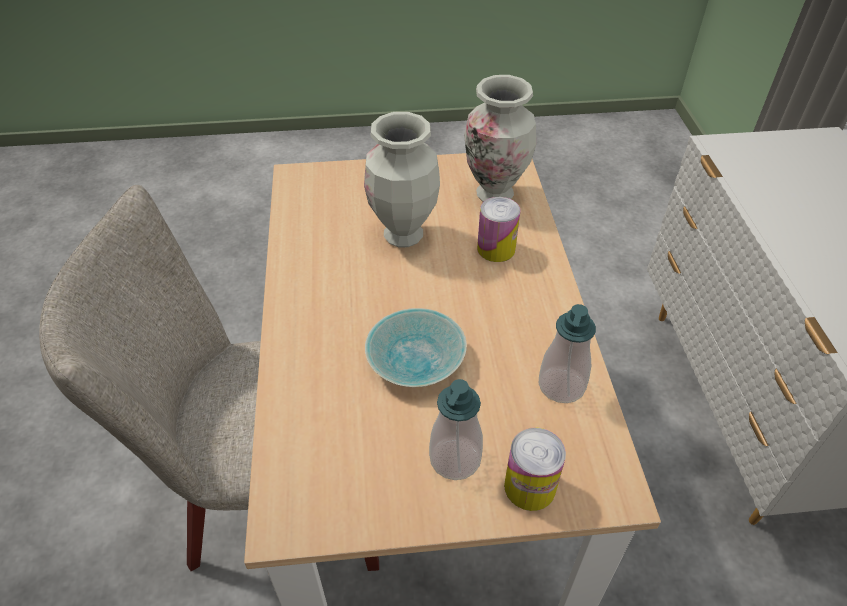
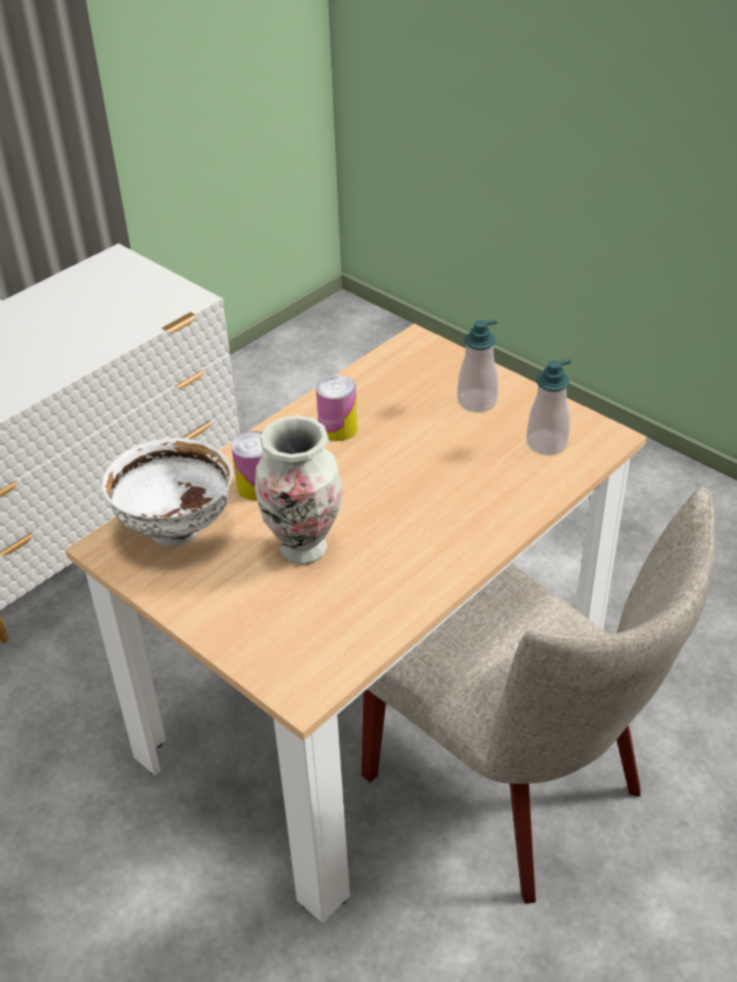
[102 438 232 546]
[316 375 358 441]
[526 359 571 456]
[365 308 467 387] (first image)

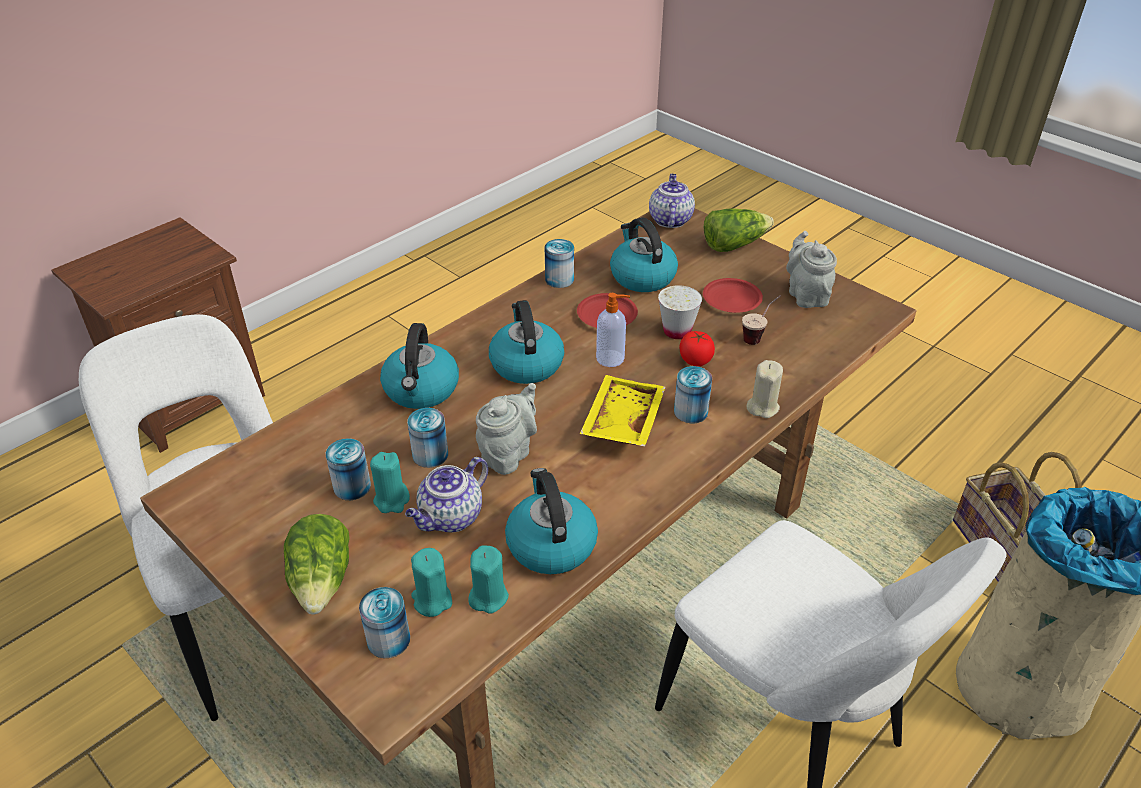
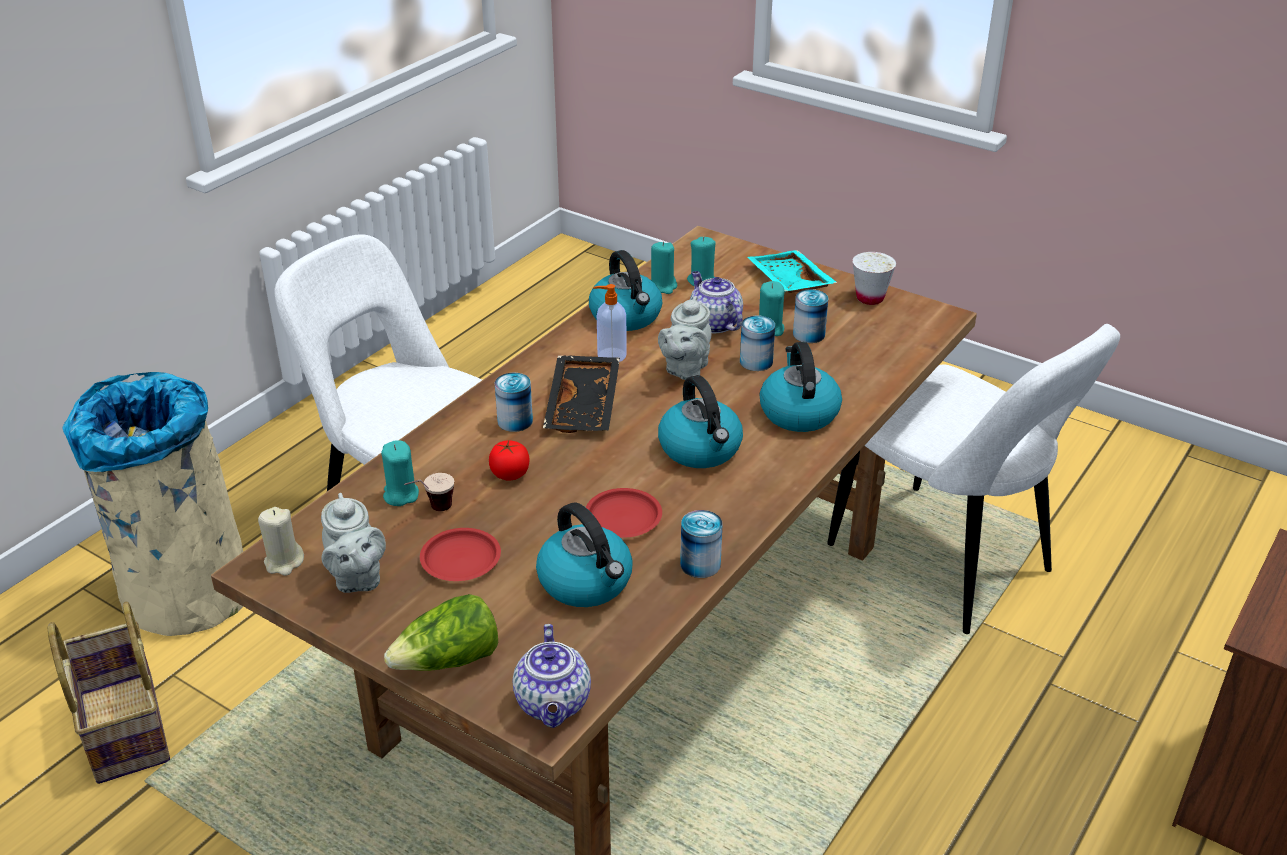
[258 507 304 576]
[381 440 419 506]
[543 355 620 433]
[593 284 627 362]
[690 271 743 333]
[748 250 837 293]
[852 252 896 305]
[359 587 410 658] (first image)

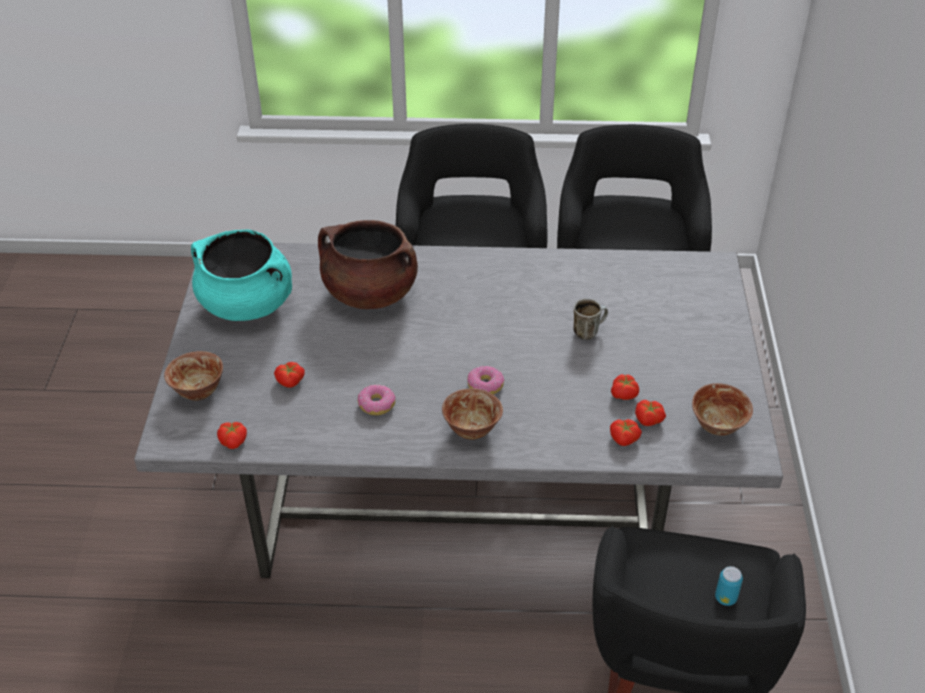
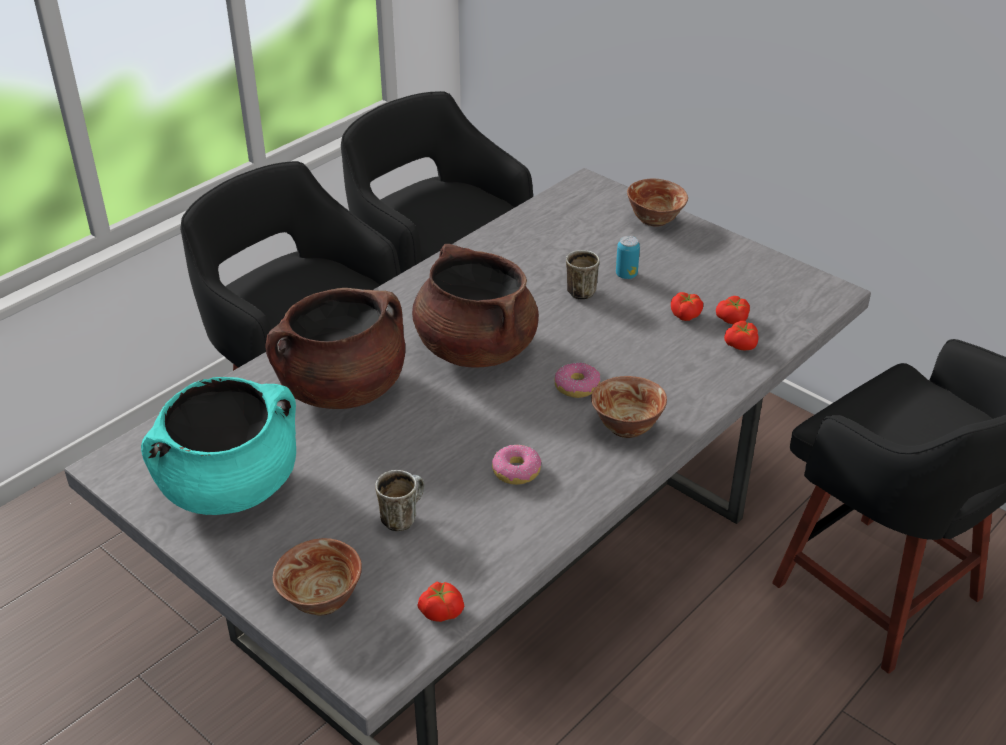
[375 470 425 531]
[412 244 539 367]
[616 236 640 279]
[627 178 688 227]

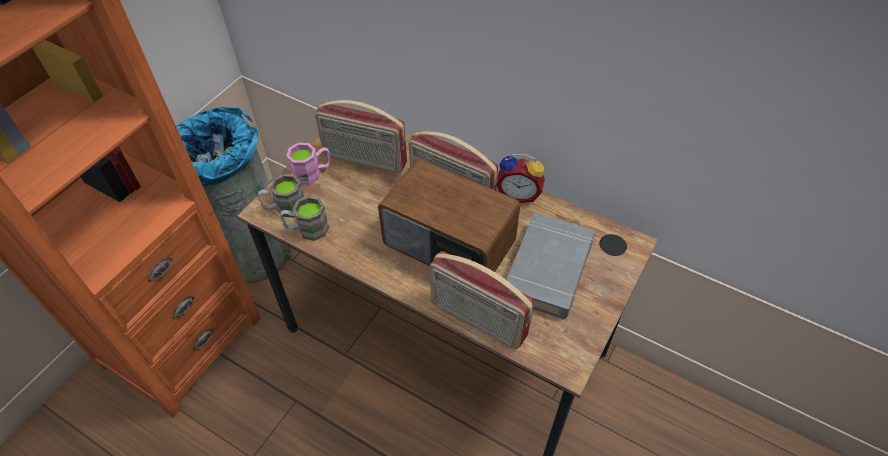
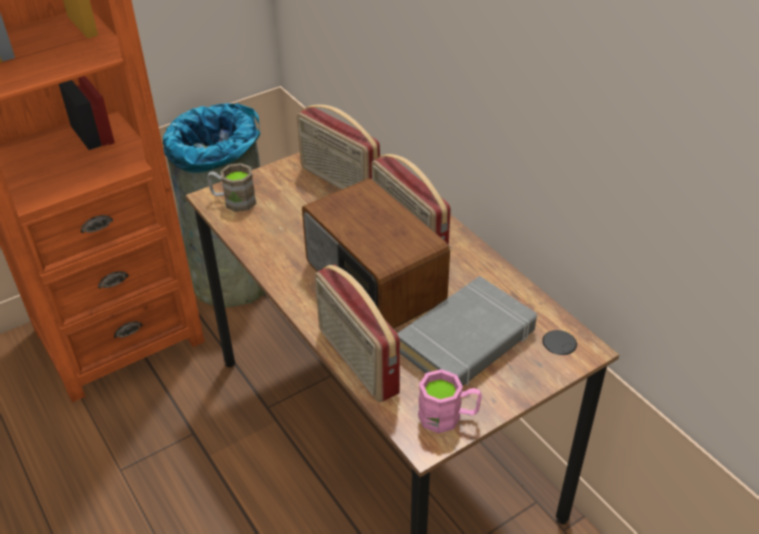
[418 369 482 433]
[280 195 329 241] (first image)
[497 154 545 203] (first image)

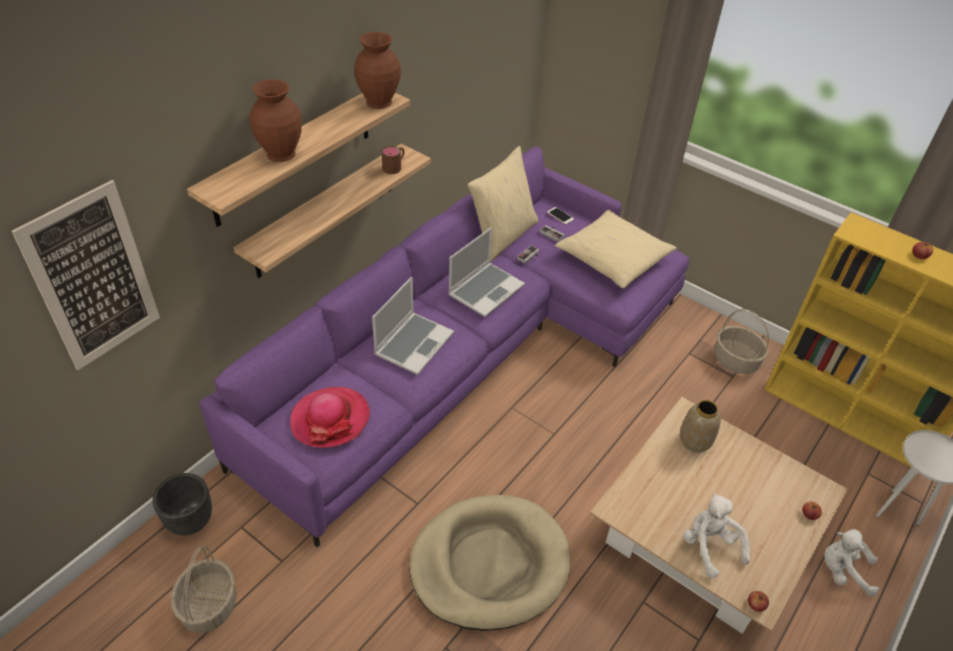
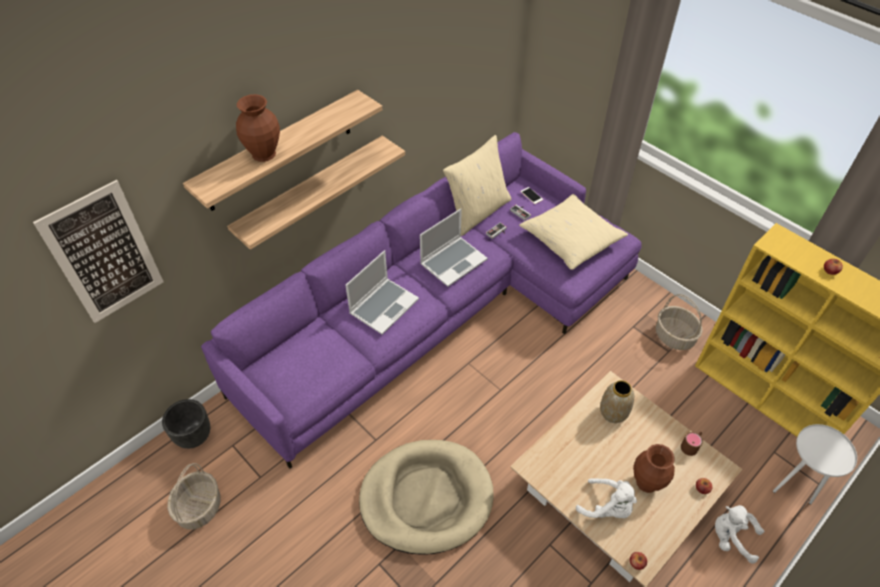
[576 478 637 518]
[633 444 675 493]
[681 432 703 456]
[290 387 370 448] (first image)

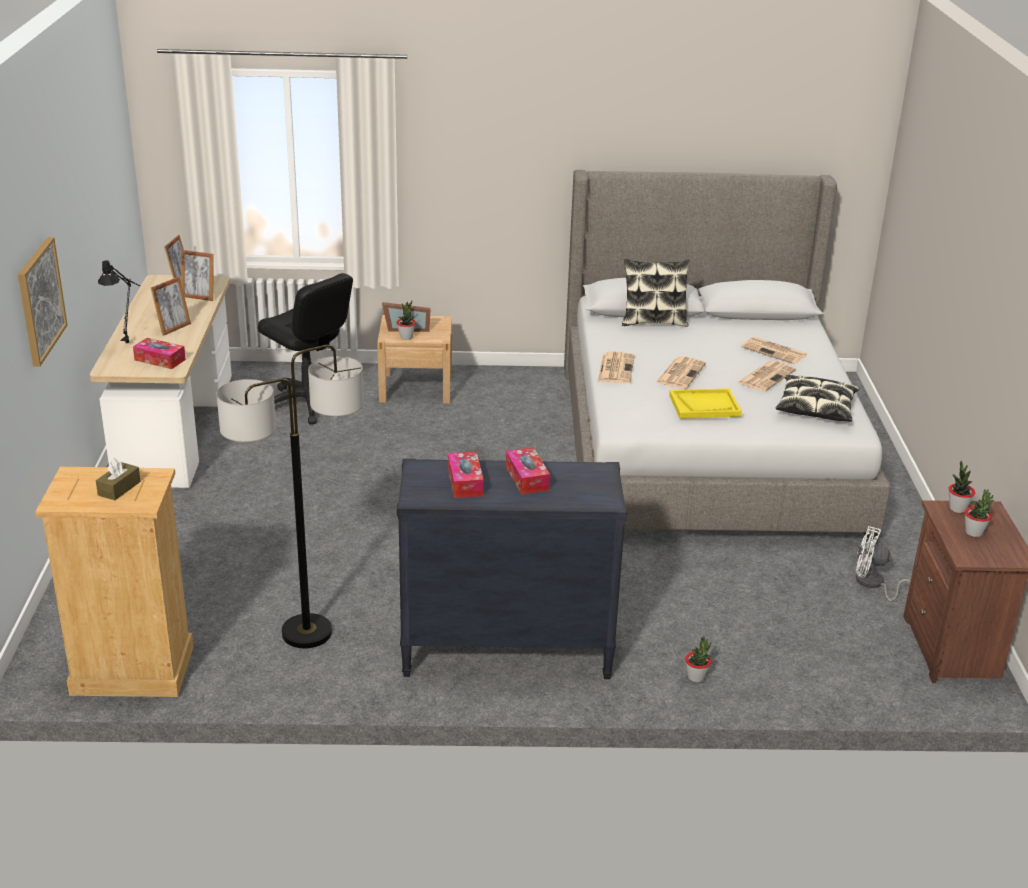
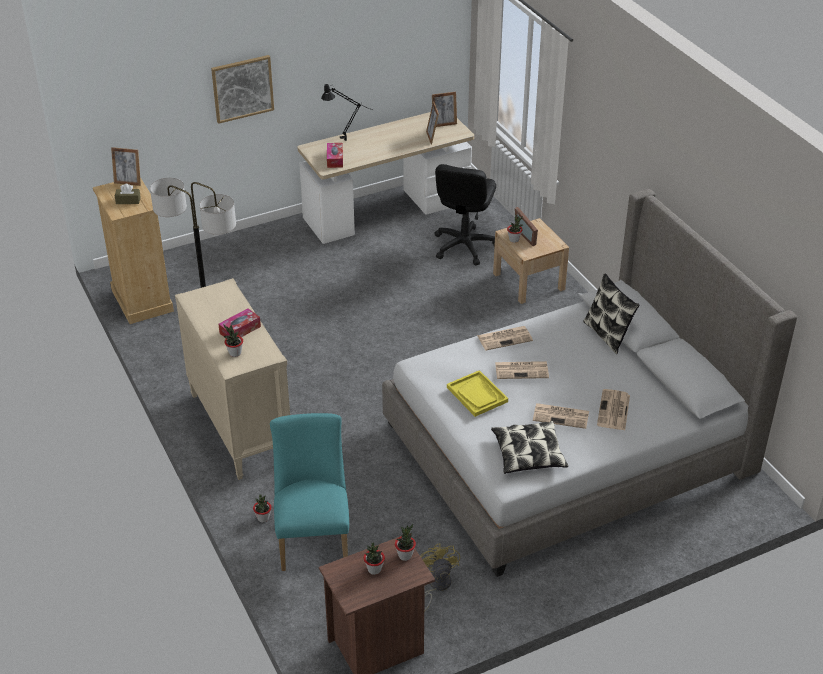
[111 147 141 186]
[175 278 290 480]
[224 325 243 357]
[270 413 349 571]
[420 543 460 612]
[448 451 484 498] (first image)

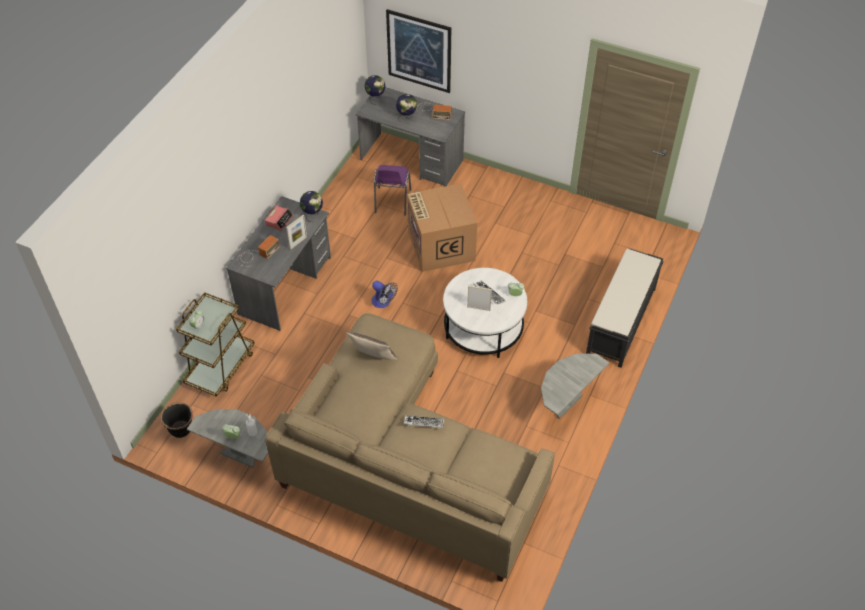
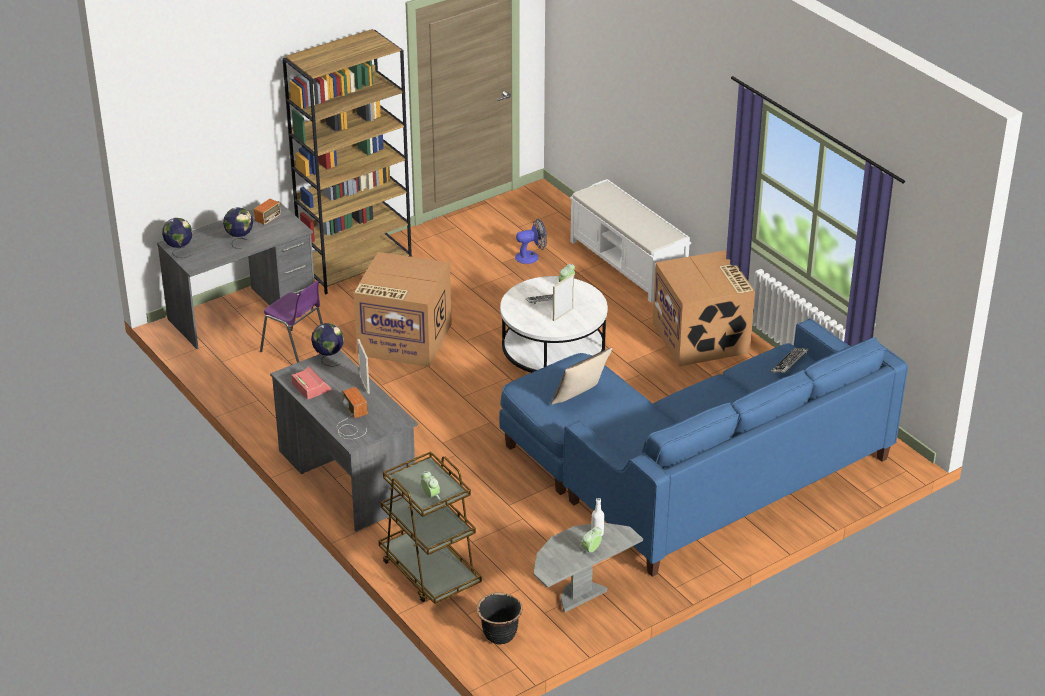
[282 29 412 295]
[499 318 908 577]
[515 218 547 264]
[570 179 691 303]
[653 250 755 366]
[771 348 808 373]
[386 9 452 93] (first image)

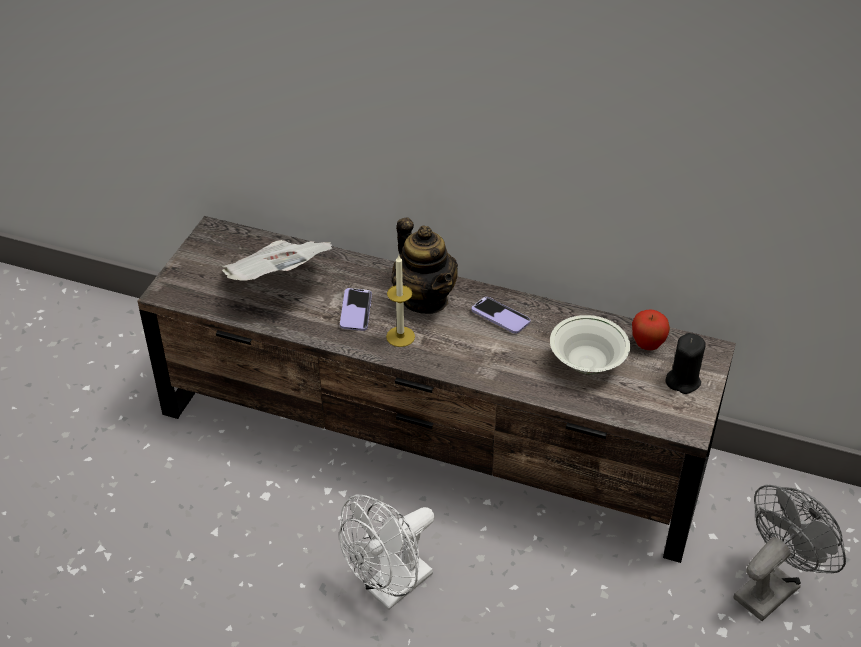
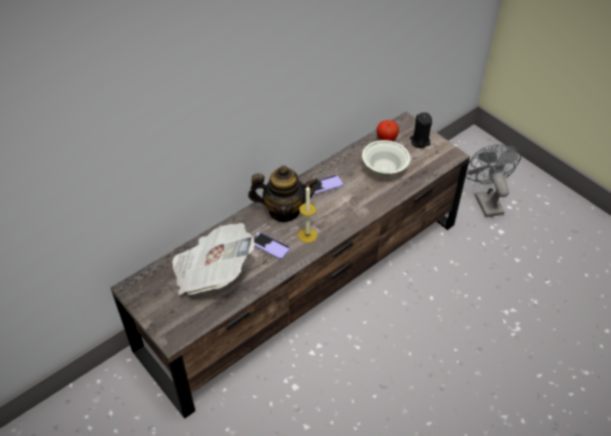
[339 495 435 610] (first image)

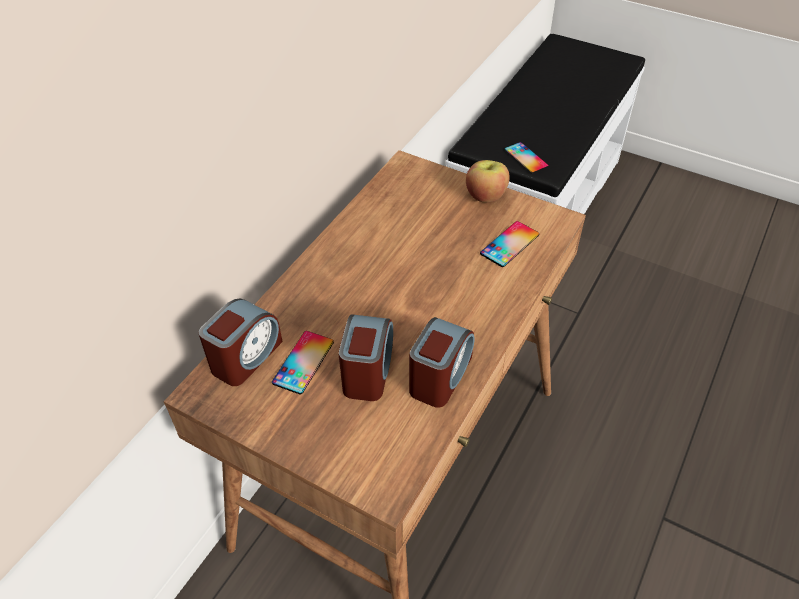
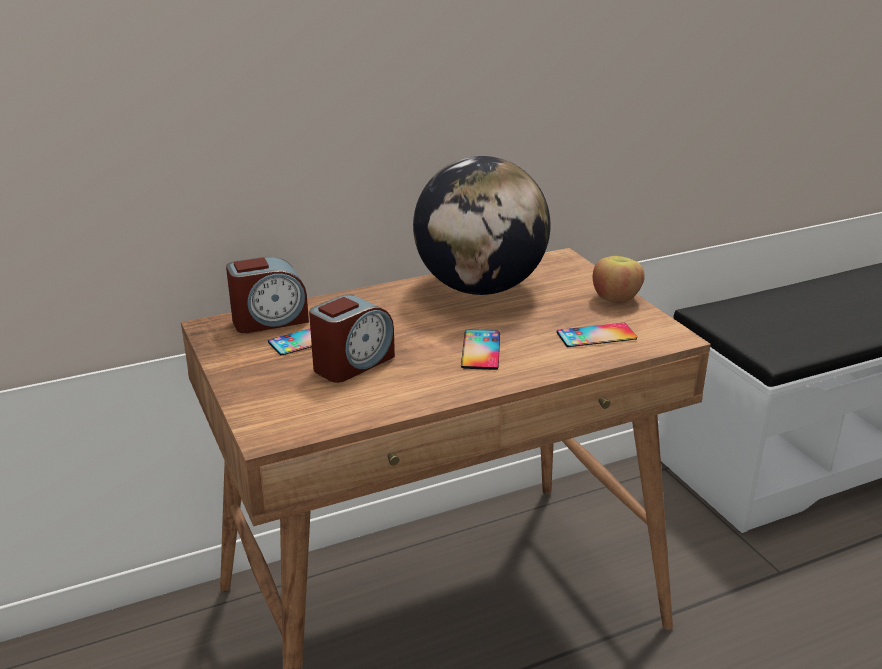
[413 156 551 295]
[461 329 500 370]
[409 317 475 408] (first image)

